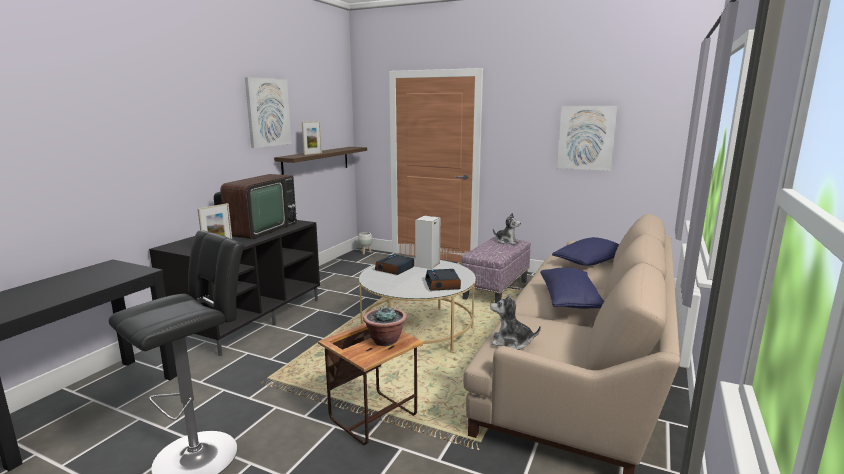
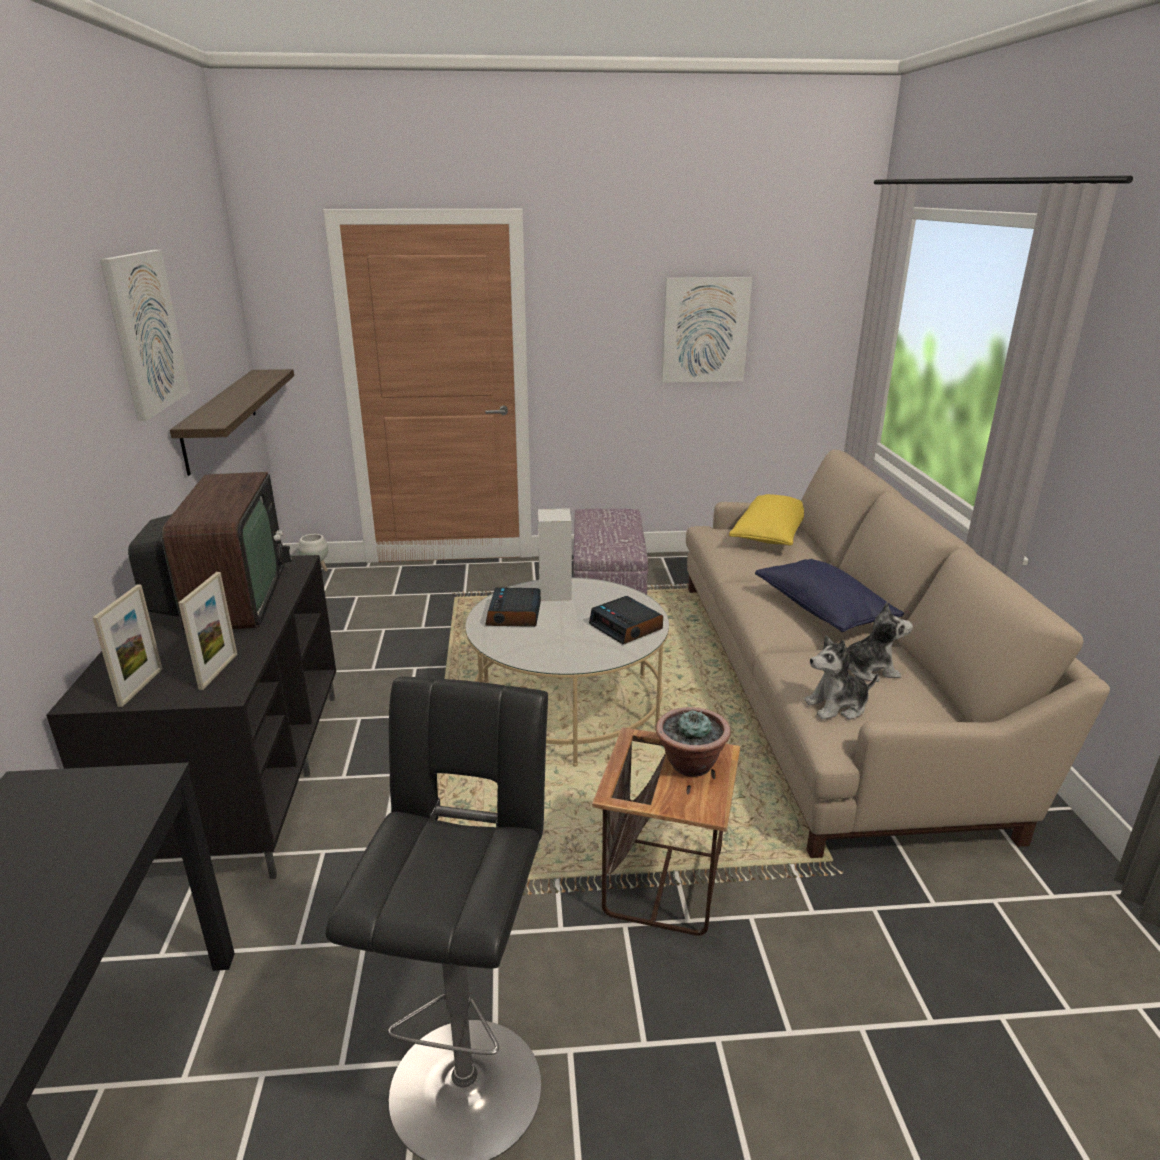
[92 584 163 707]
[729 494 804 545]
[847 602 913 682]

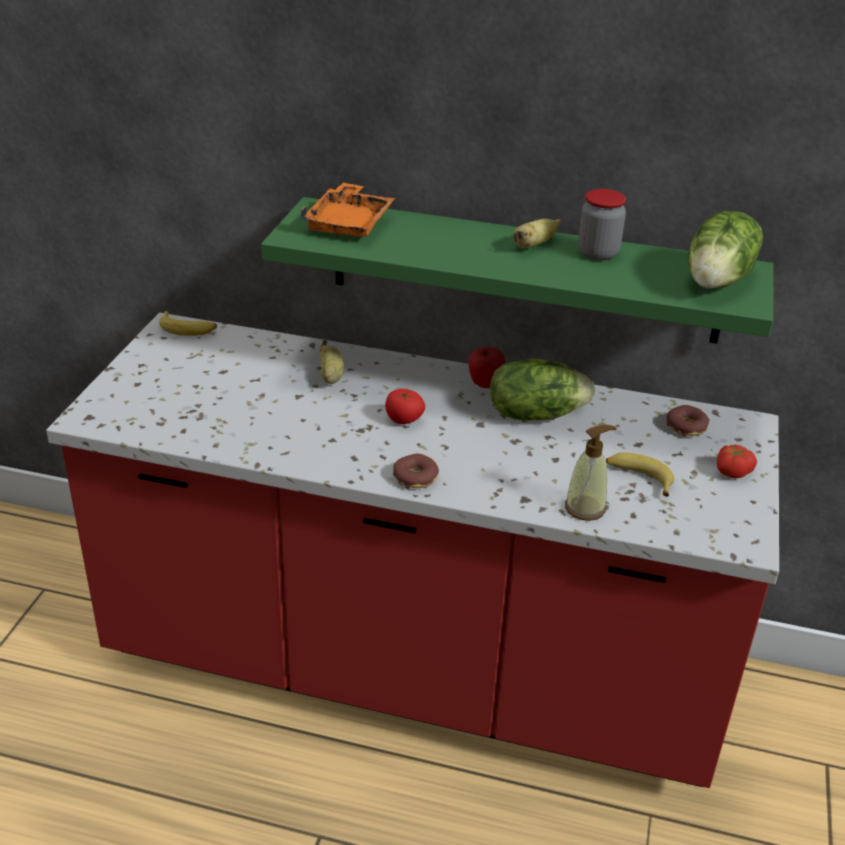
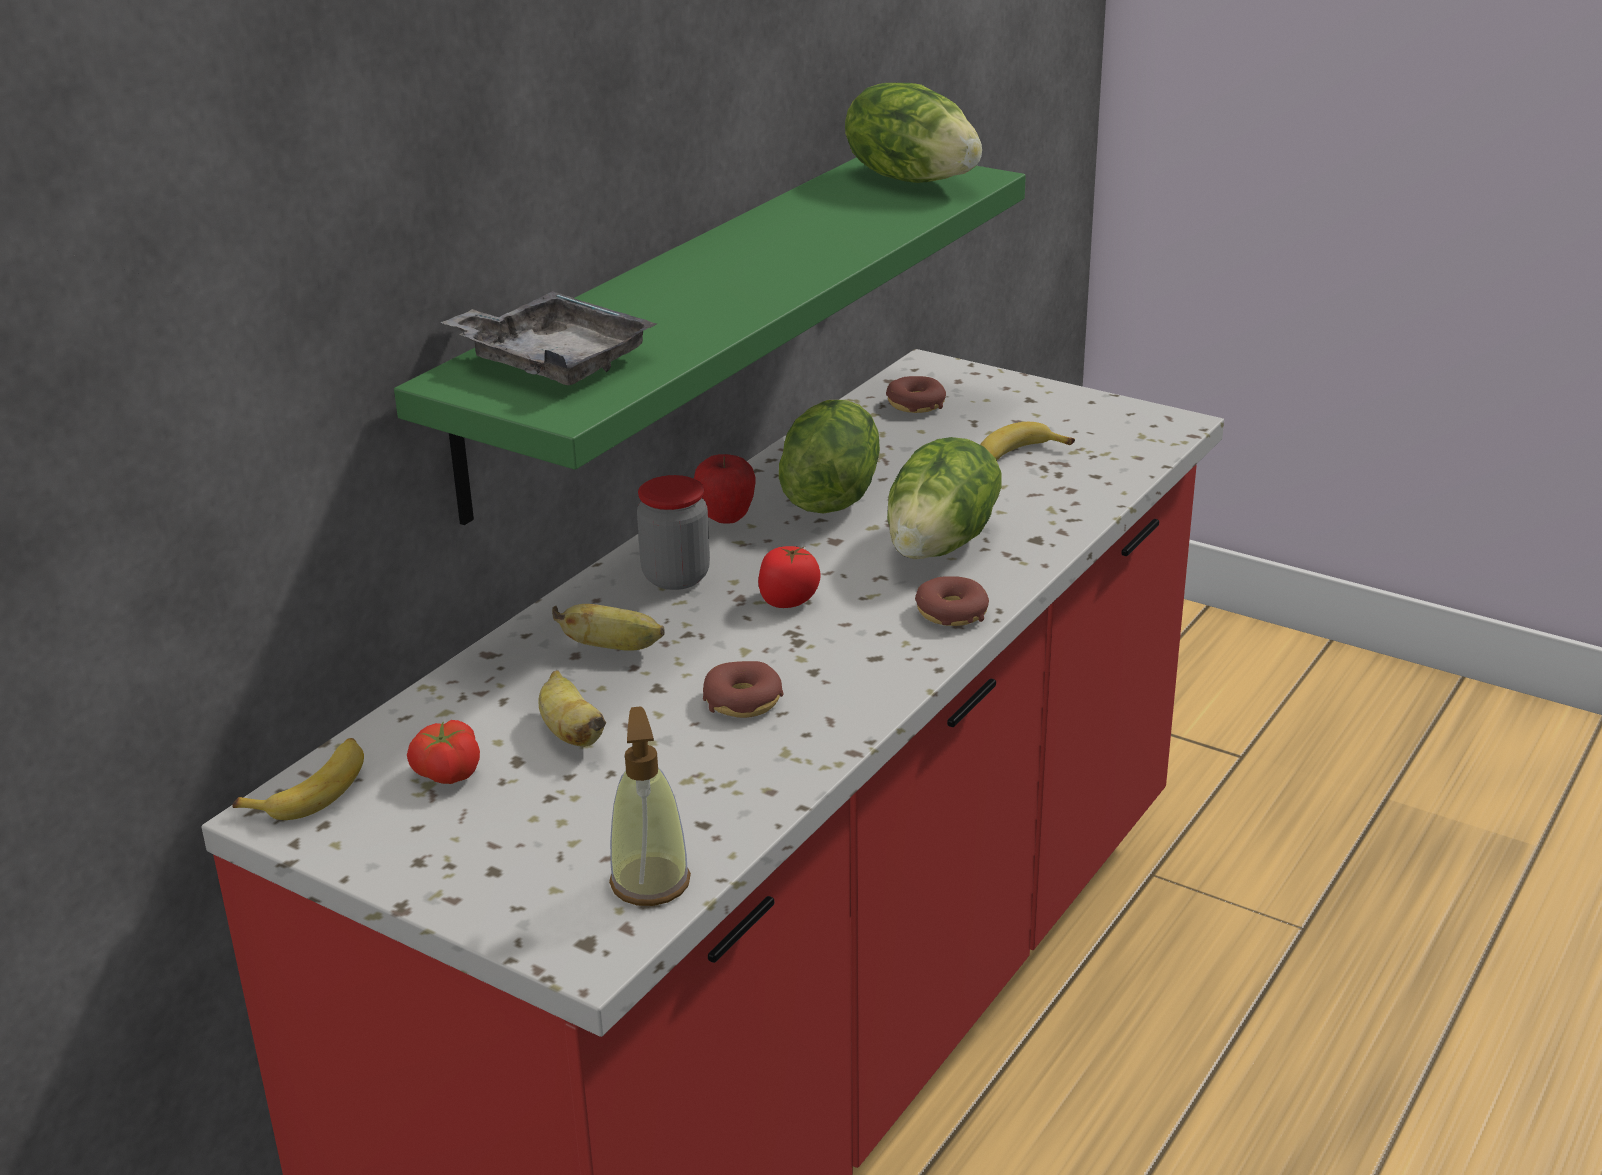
[407 720 480 784]
[440 291 656 385]
[538 670 606 747]
[609 706 691 906]
[637 475 710 590]
[703 661 784 718]
[887 437 1002 559]

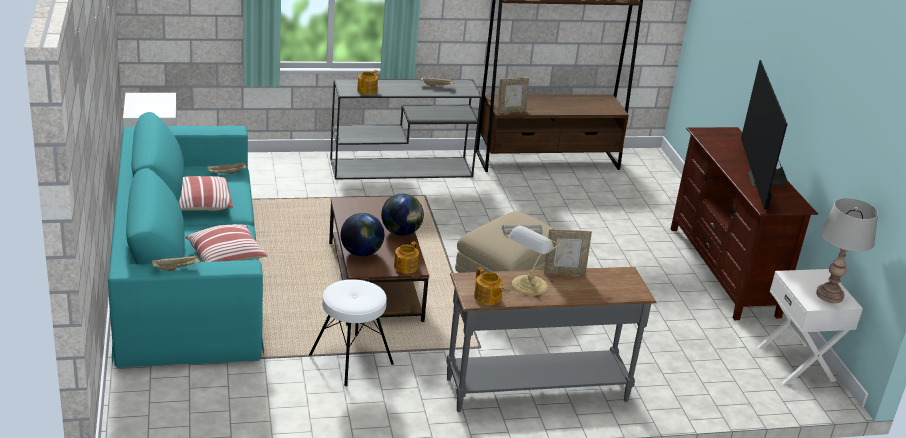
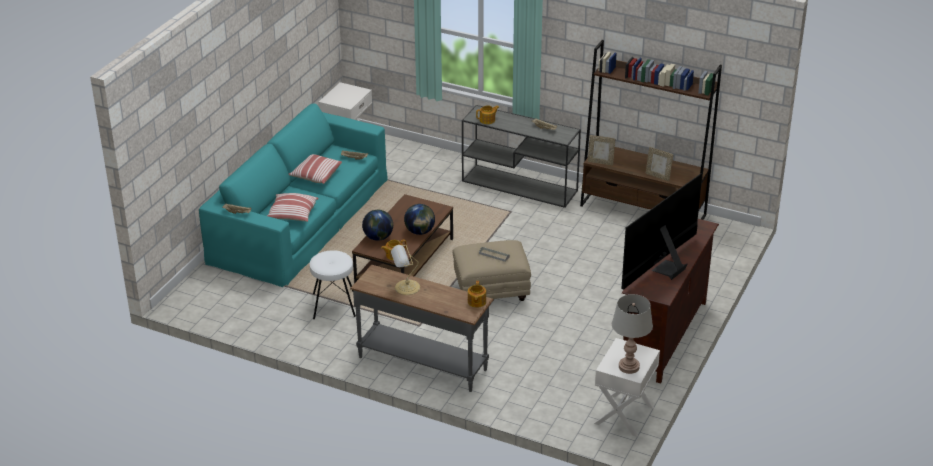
[468 281 486 308]
[645 147 673 181]

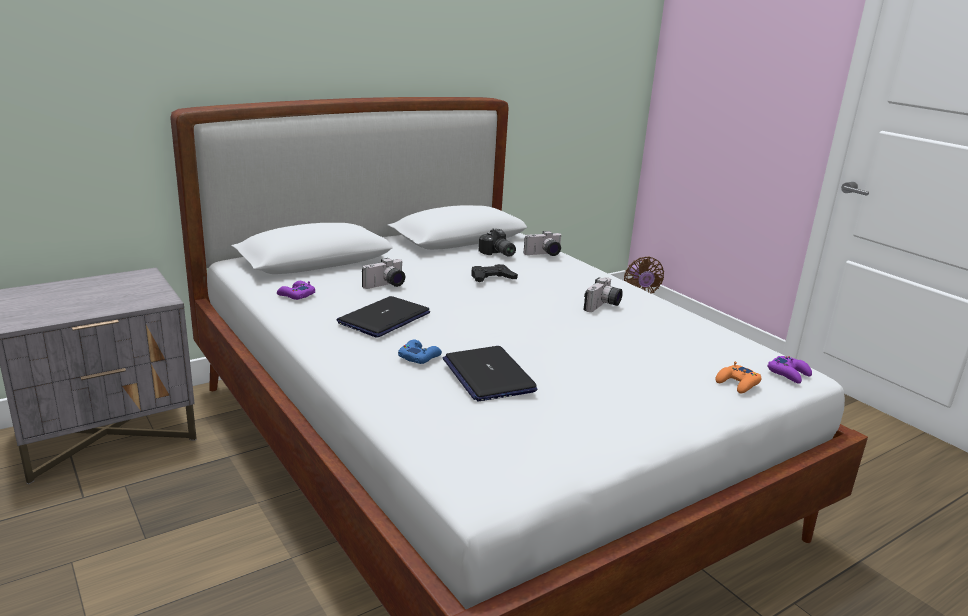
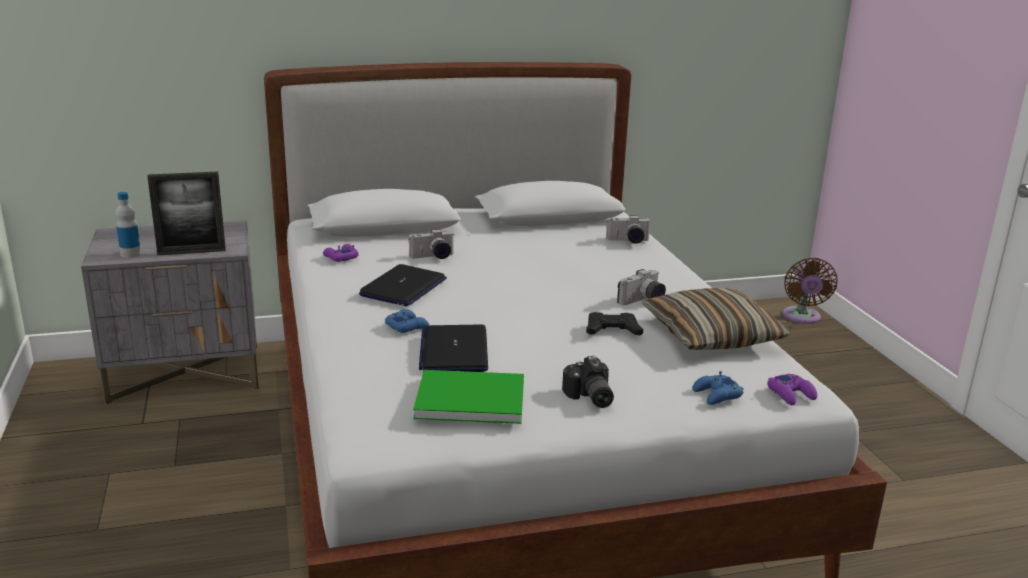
[116 192 141 258]
[147 172 226 255]
[359 264 447 306]
[413 370 524 424]
[562 356 614 408]
[586 312 643 336]
[642 288 791 350]
[692 371 744 405]

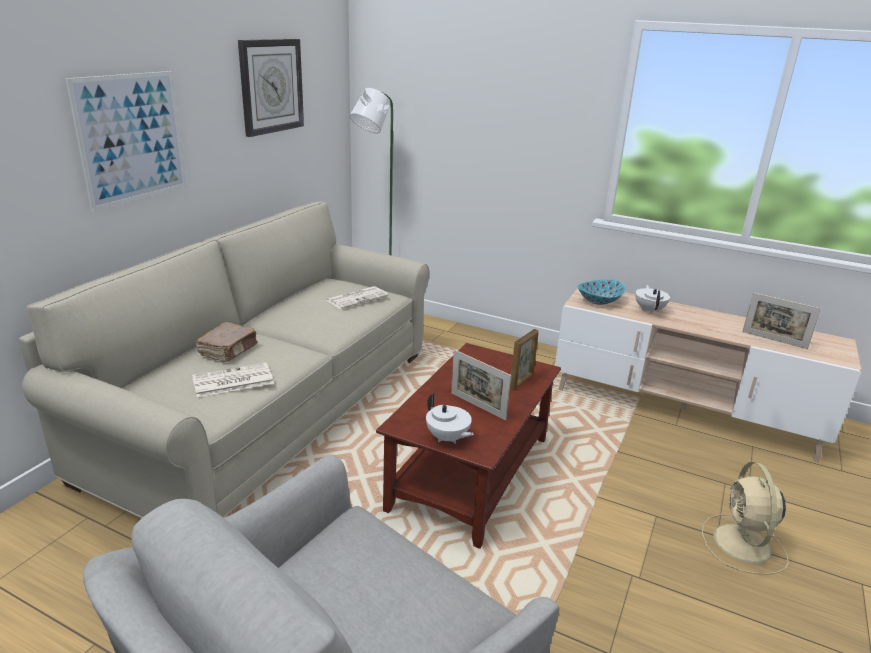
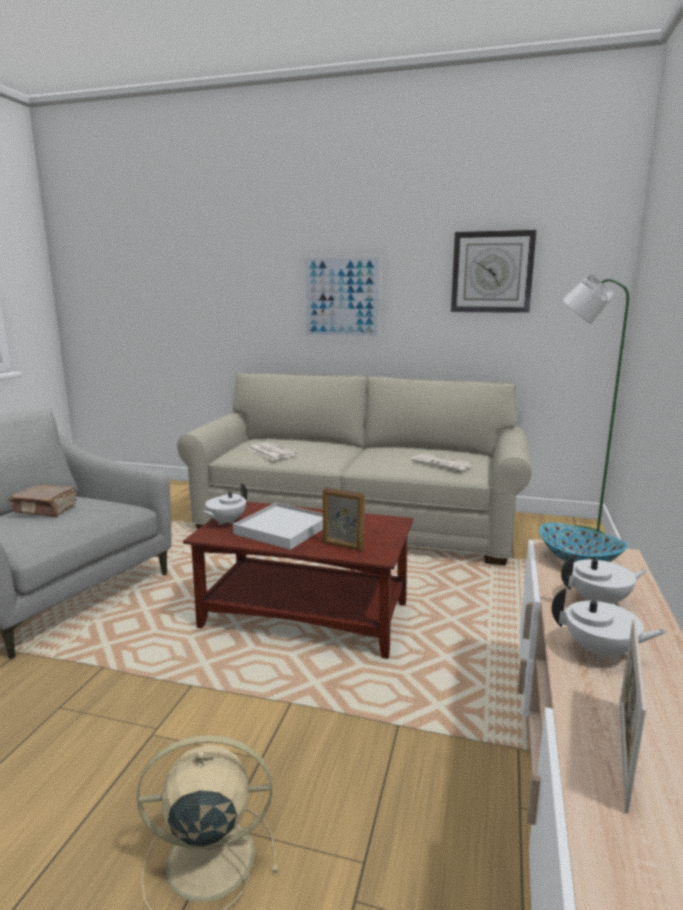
[9 485 77 517]
[233 503 323 550]
[552 588 667 662]

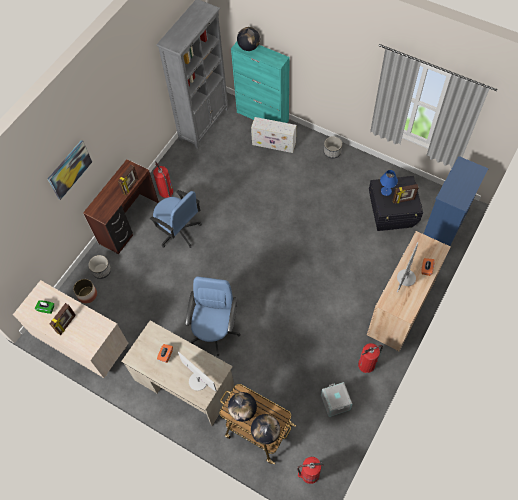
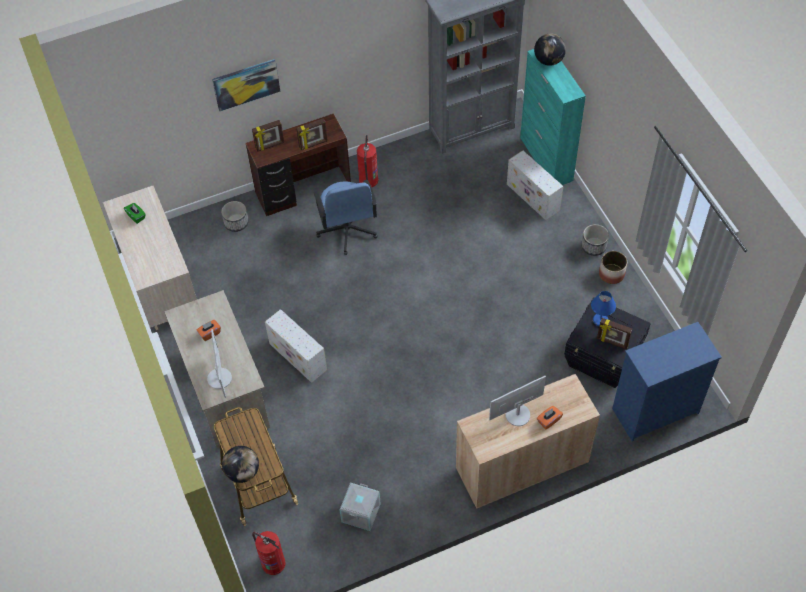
[252 120 284 152]
[265 309 327 382]
[599 251 627 284]
[228 392 257 422] (first image)
[358 343 383 373] (first image)

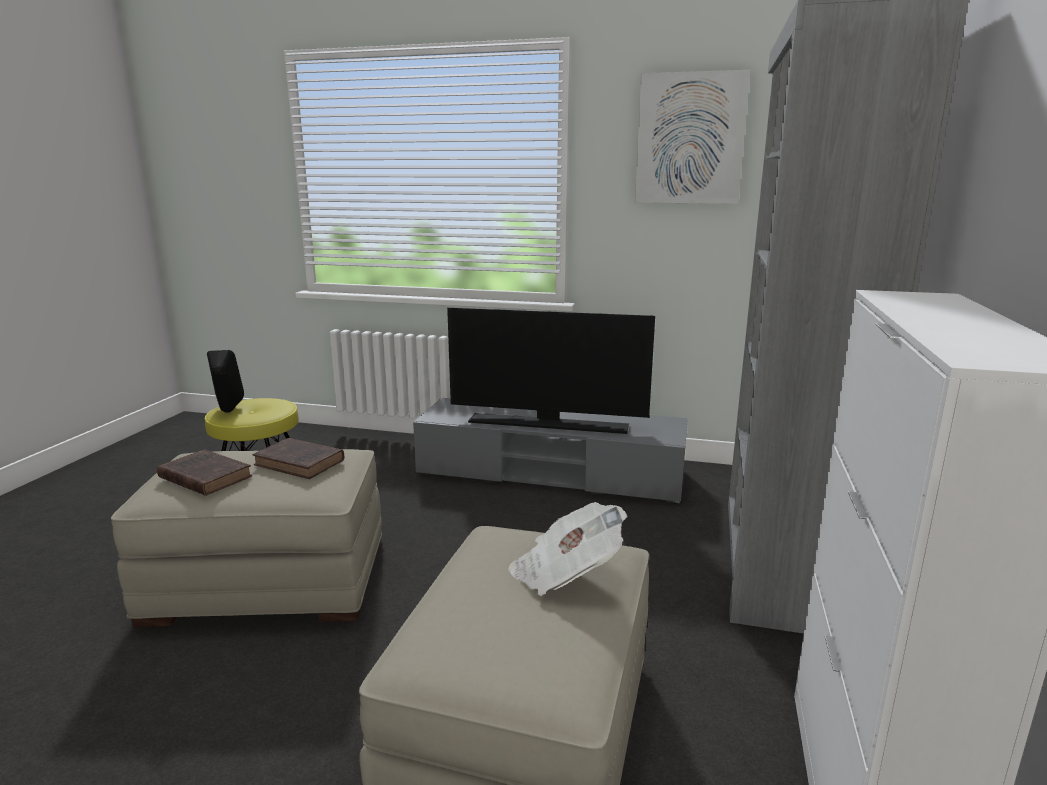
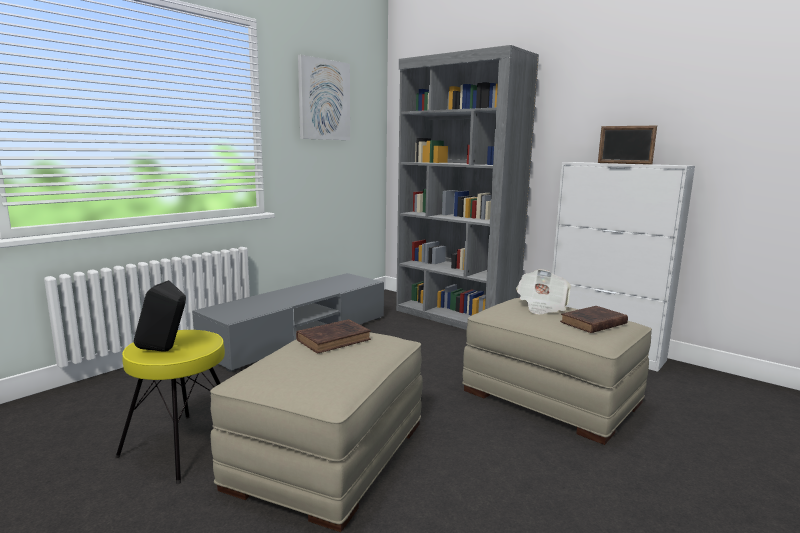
[560 306 628 333]
[598 126 657 165]
[447 308 655 434] (first image)

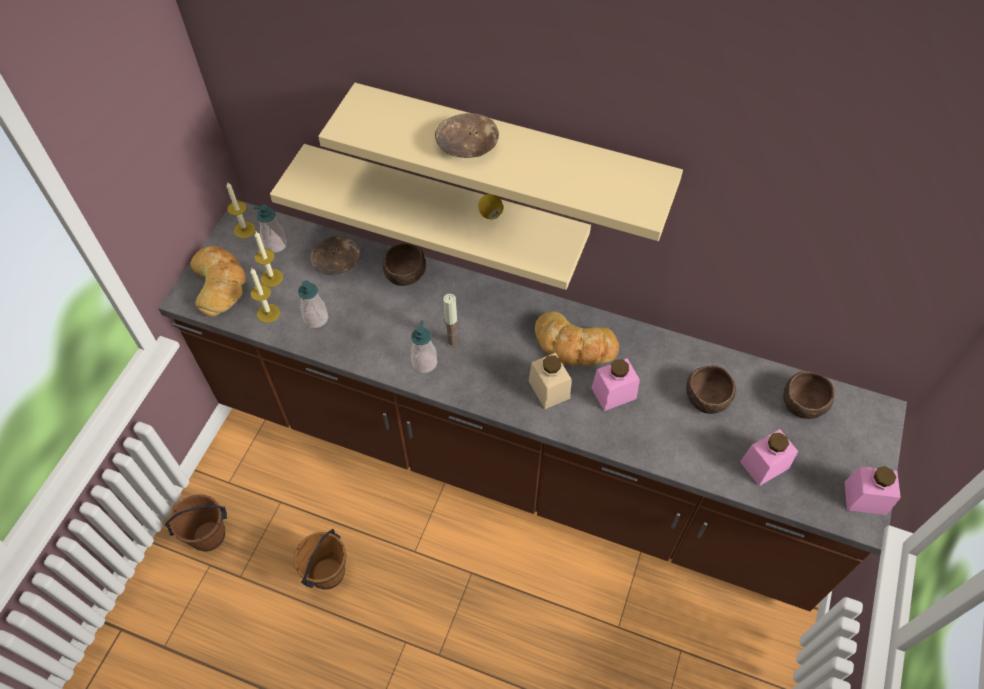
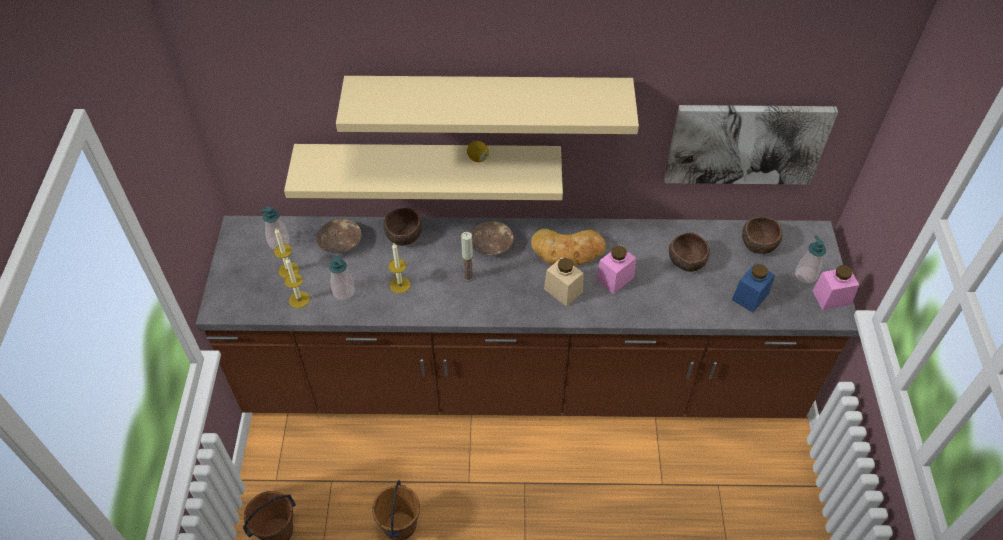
[388 243 410 293]
[470 221 514 256]
[664 105 838 184]
[732 263 775 313]
[795 235 826 284]
[190 246 246 317] (first image)

